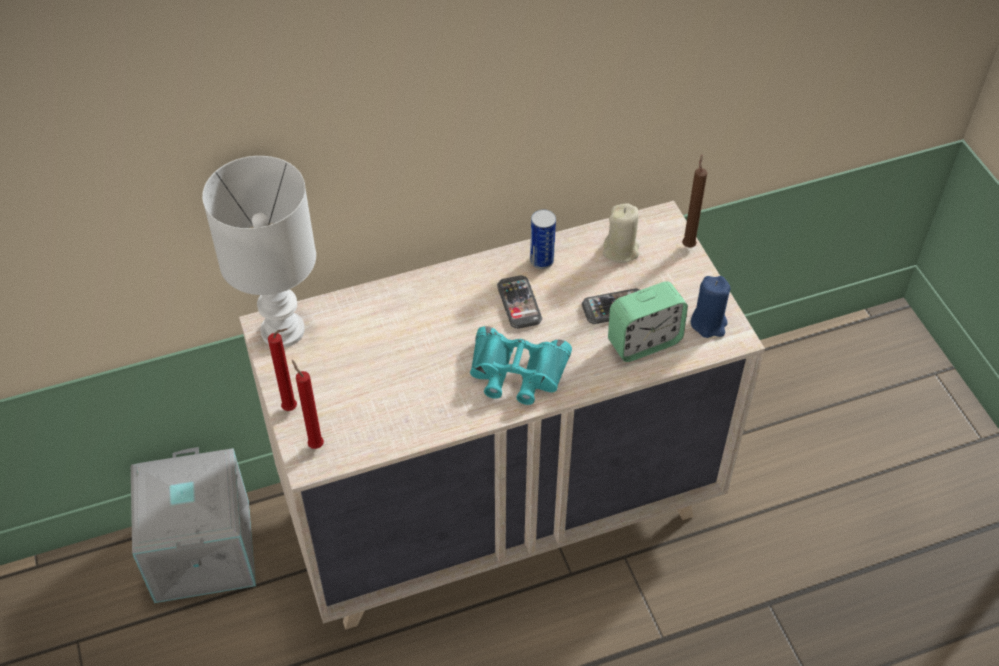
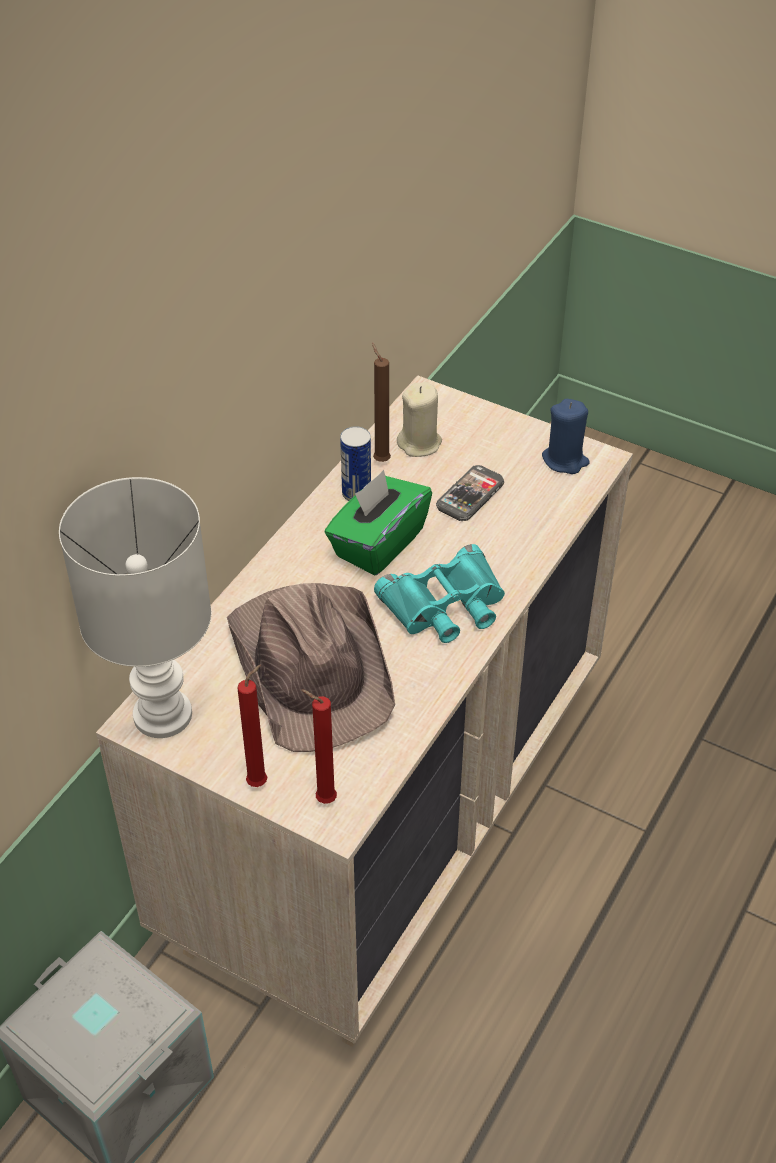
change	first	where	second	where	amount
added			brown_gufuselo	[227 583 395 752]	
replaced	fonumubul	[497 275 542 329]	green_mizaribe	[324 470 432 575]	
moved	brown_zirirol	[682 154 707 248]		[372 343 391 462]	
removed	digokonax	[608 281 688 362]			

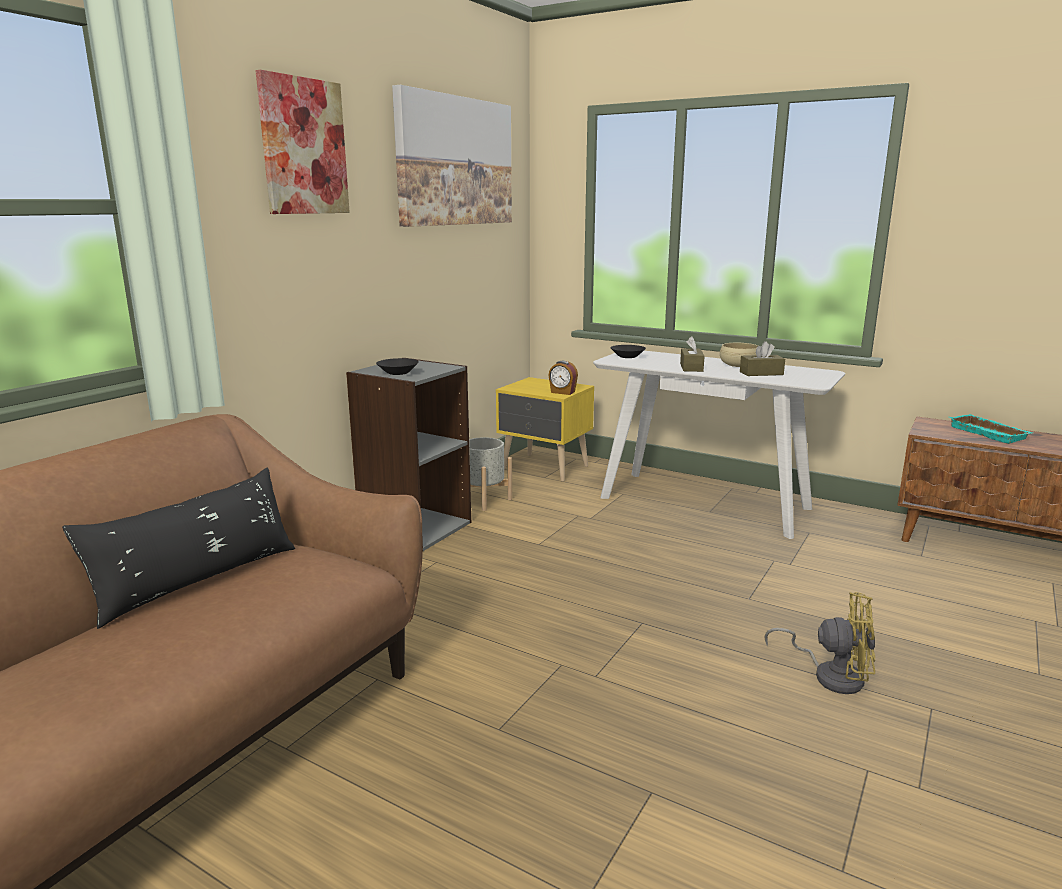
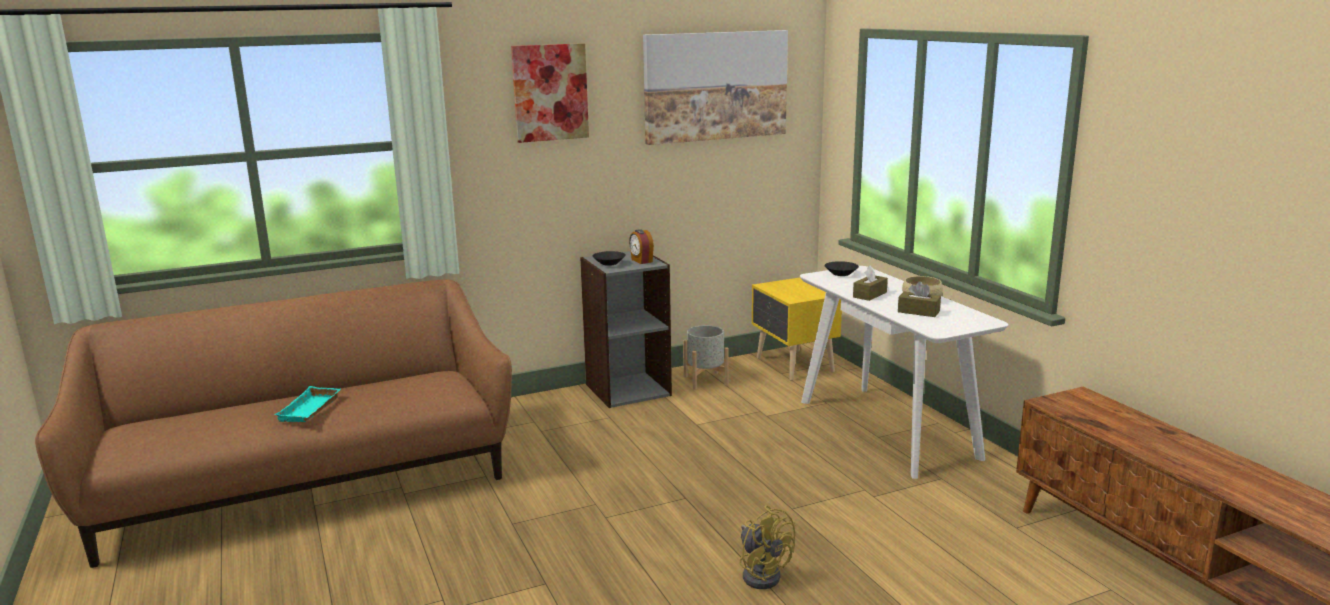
change	first	where	second	where	amount
moved	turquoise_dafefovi	[950 414 1032 444]		[274 386 341 422]	
moved	digokonax	[548 361 578 395]		[629 229 654 264]	
removed	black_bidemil	[62 467 295 629]			

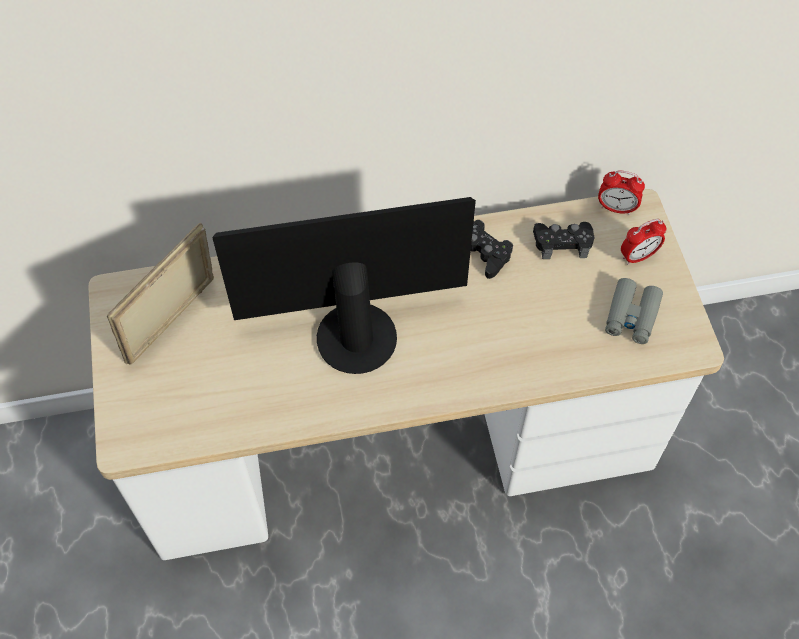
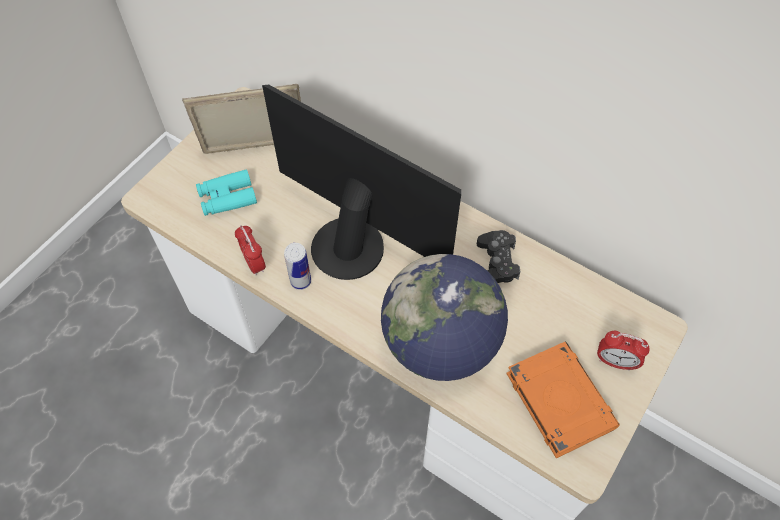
change	first	where	second	where	amount
added			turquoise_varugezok	[196 169 257 216]	
moved	digokonax	[598 170 645 215]		[235 225 266 275]	
added			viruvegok	[284 243 311 290]	
added			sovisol	[381 254 508 381]	
replaced	grey_varugezok	[605 278 663 344]	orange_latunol	[506 342 620 458]	
removed	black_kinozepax	[533 222 594 259]			

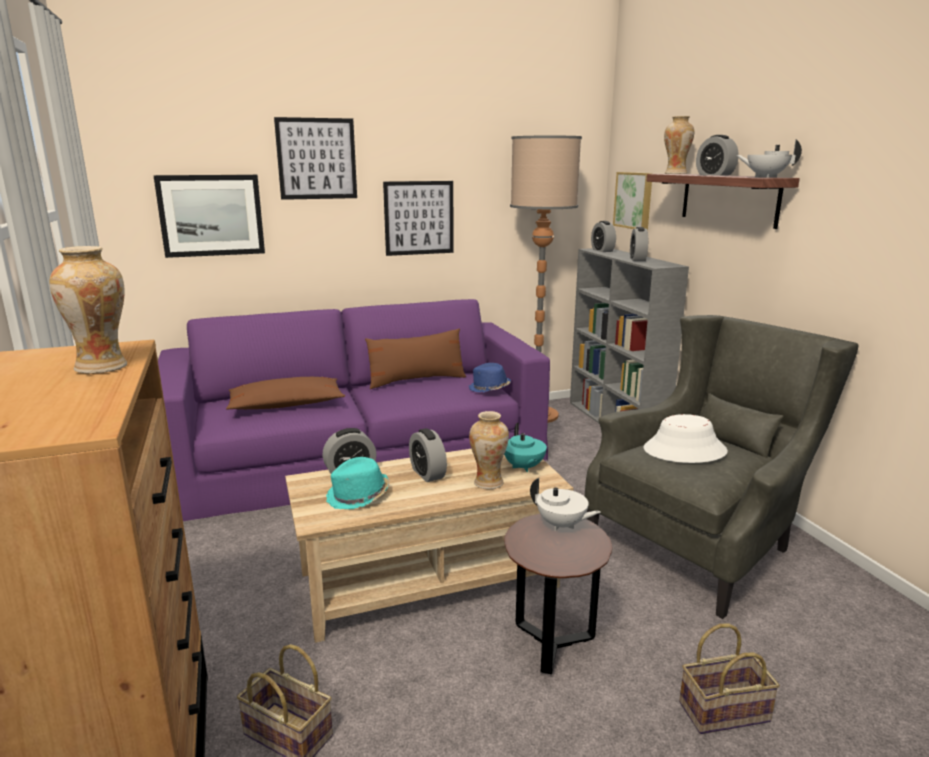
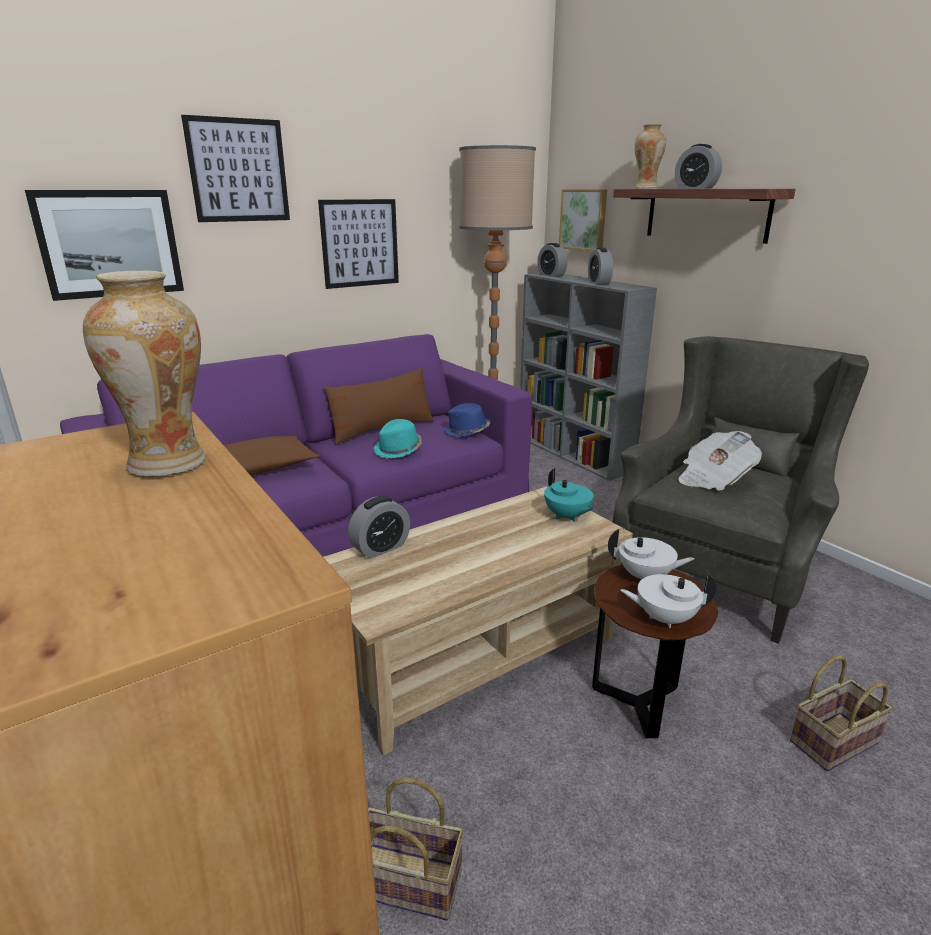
change	first	where	second	where	amount
moved	turquoise_gufuselo	[326 457 390 509]		[373 419 422 459]	
moved	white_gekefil	[736 140 802 178]		[620 573 716 628]	
replaced	white_gufuselo	[643 414 728 463]	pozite	[678 431 762 491]	
removed	digokonax	[409 428 447 482]			
removed	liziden	[469 411 509 489]			

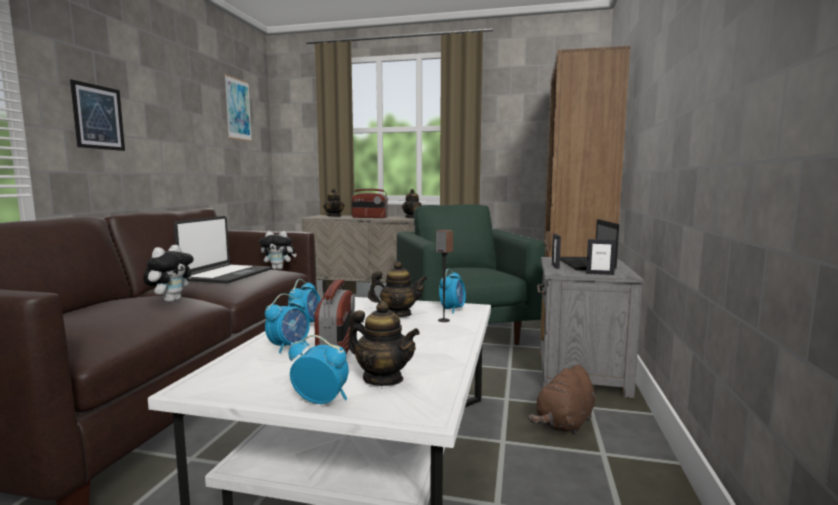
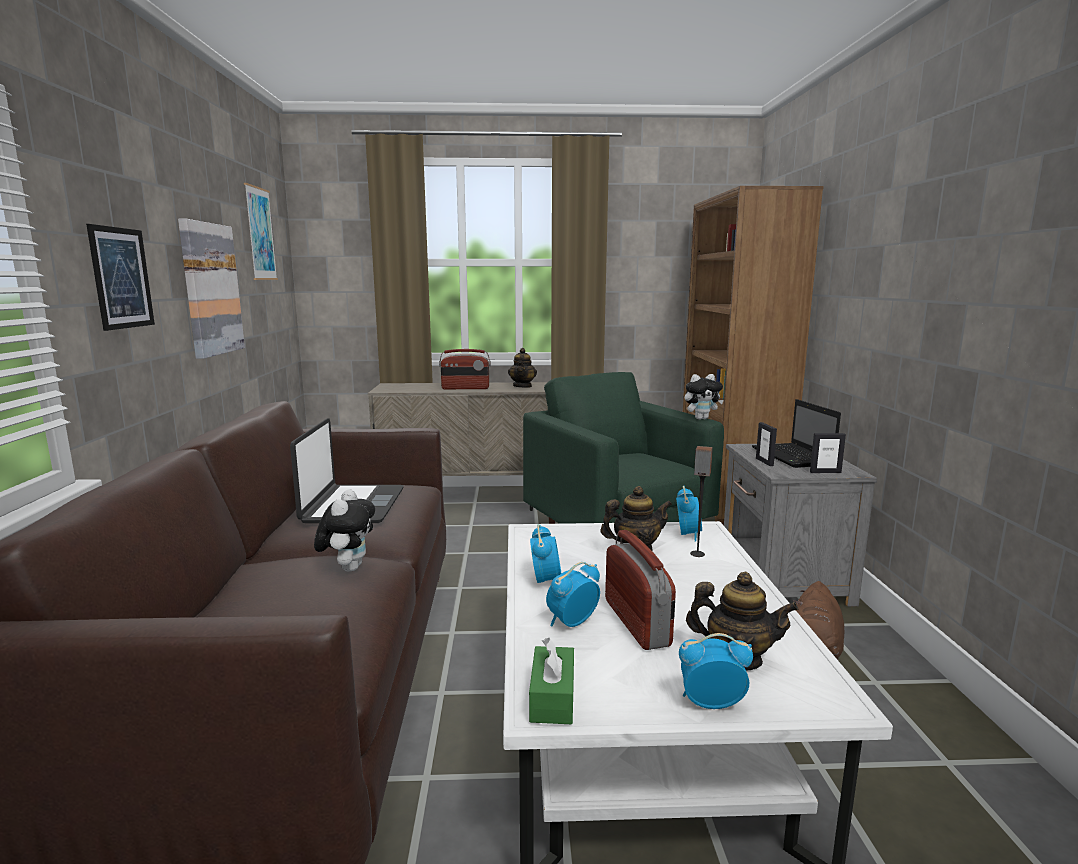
change	first	where	second	where	amount
added			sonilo	[178 218 245 359]	
added			green_mizaribe	[529 638 574 724]	
turned	digokonax	[265 293 310 353]		[546 562 600 627]	150 degrees counterclockwise
moved	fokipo	[259 231 297 270]		[685 374 724 420]	
removed	gekefil	[323 188 344 217]			

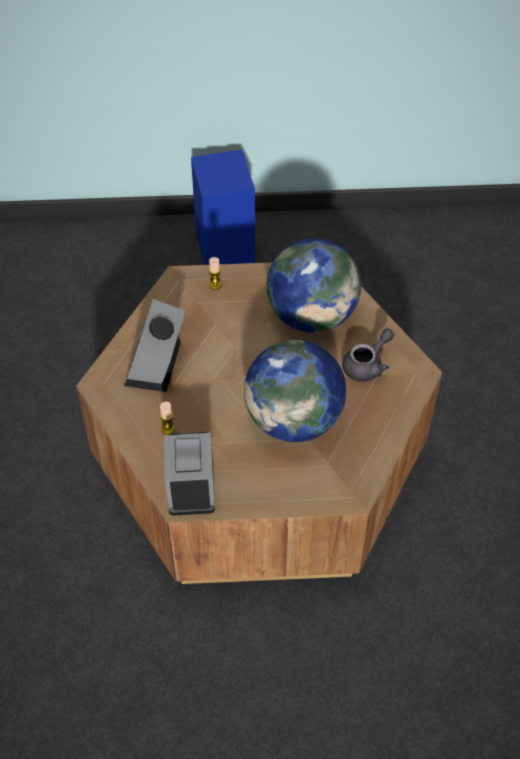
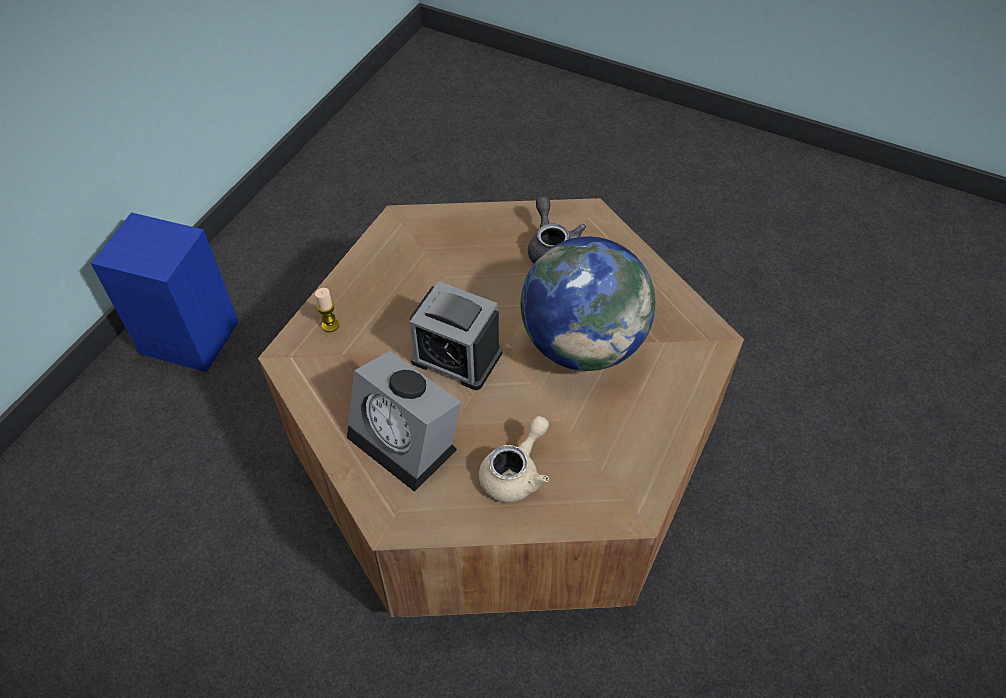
change	first	where	second	where	amount
moved	digokonax	[164 432 215 516]		[410 281 502 390]	
replaced	zirirol	[159 401 175 435]	beige_gekefil	[479 416 549 503]	
removed	sovisol	[266 238 361 333]			

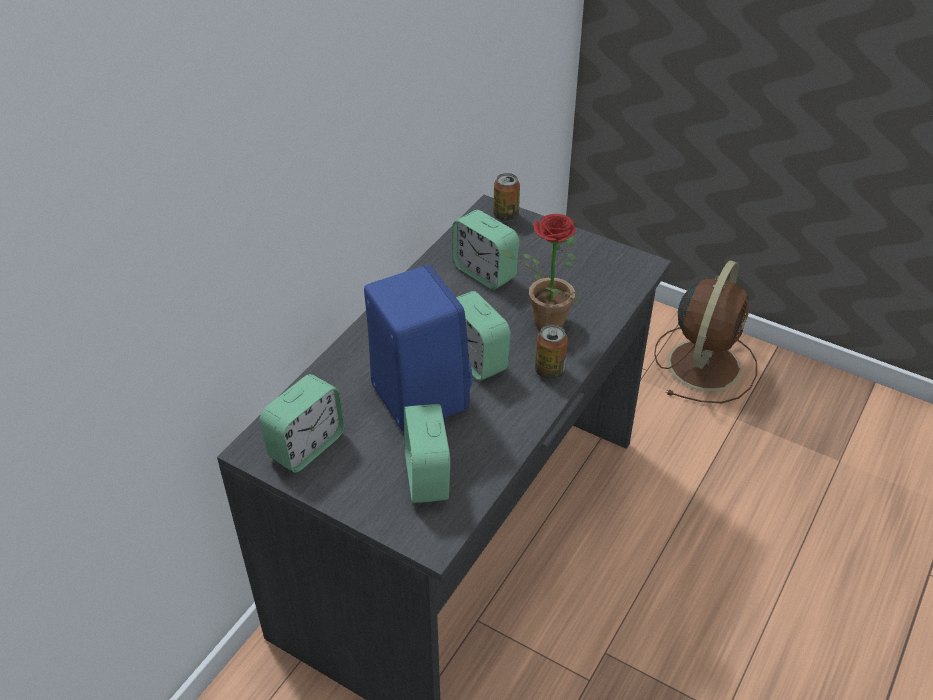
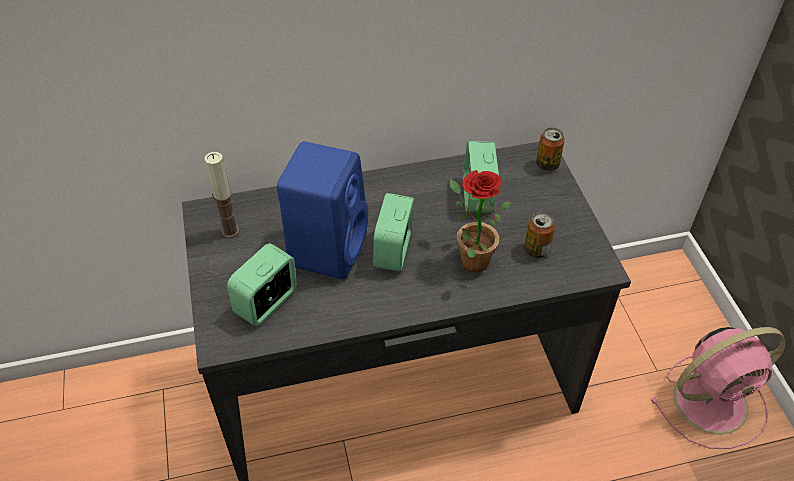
change	first	where	second	where	amount
replaced	digokonax	[260 374 345 472]	zirirol	[204 152 239 238]	
moved	viruvegok	[535 324 568 379]		[524 212 555 258]	
recoloured	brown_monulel	[654 260 757 403]	pink_monulel	[651 327 786 449]	

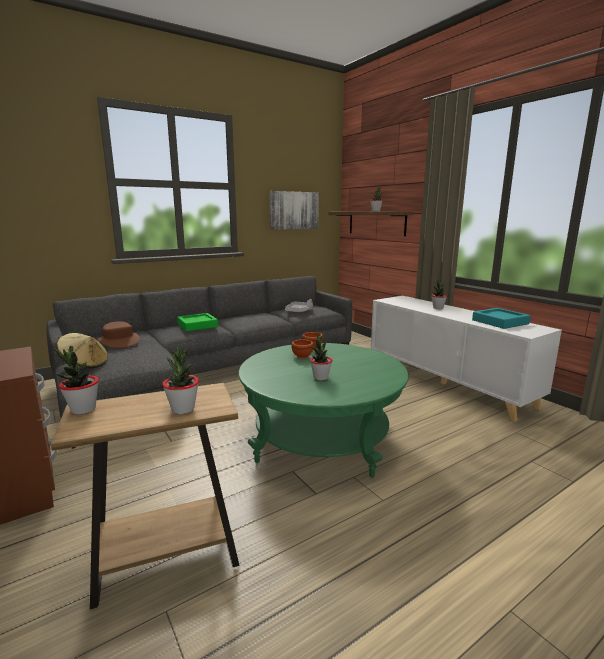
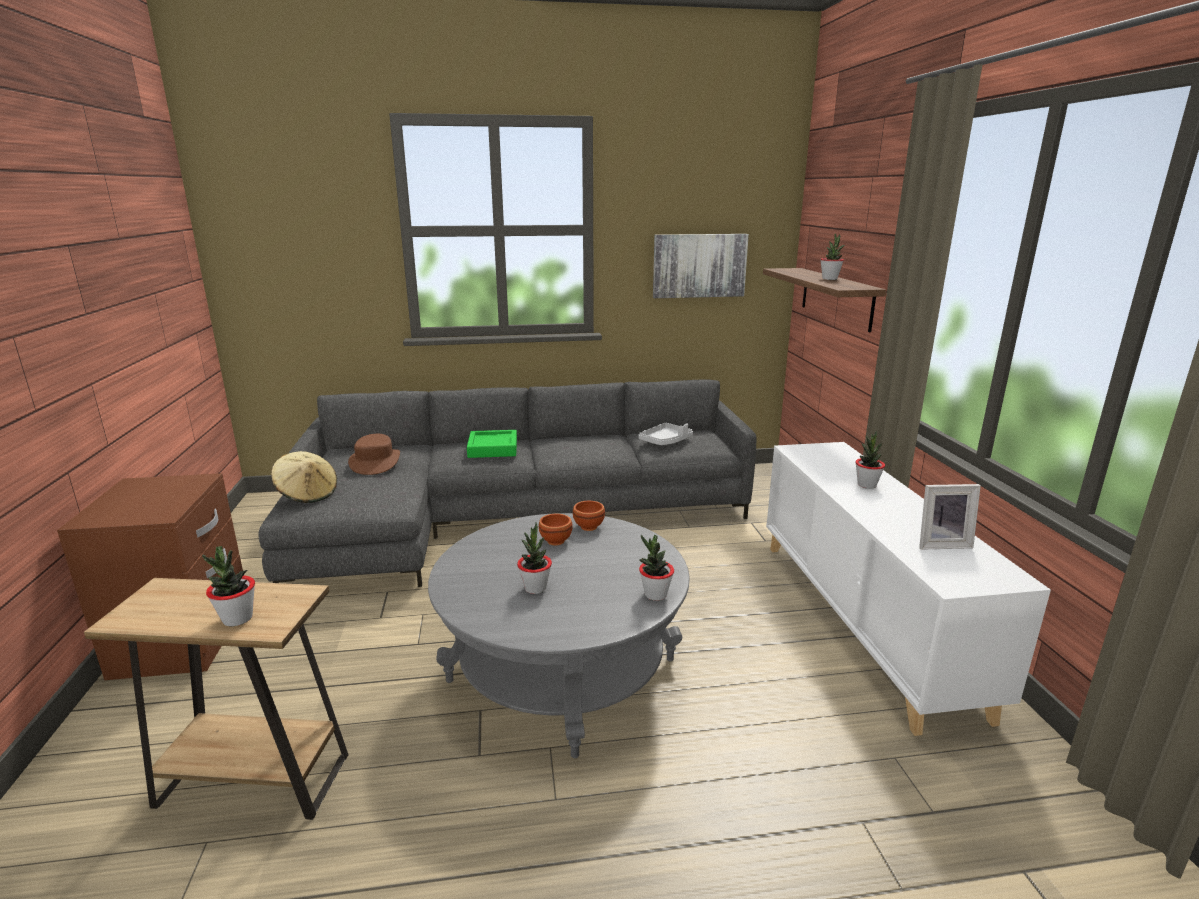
change	first	where	second	where	amount
recoloured	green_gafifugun	[239 343 409 478]	grey_gafifugun	[428 513 690 758]	
moved	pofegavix	[54 346 99 415]		[639 535 674 601]	
replaced	turquoise_dafefovi	[472 308 530 329]	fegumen	[919 484 981 550]	

